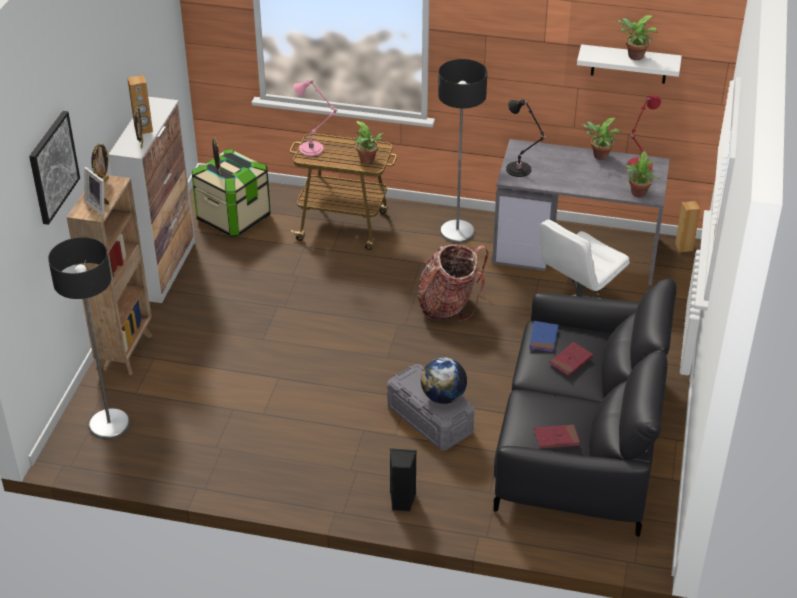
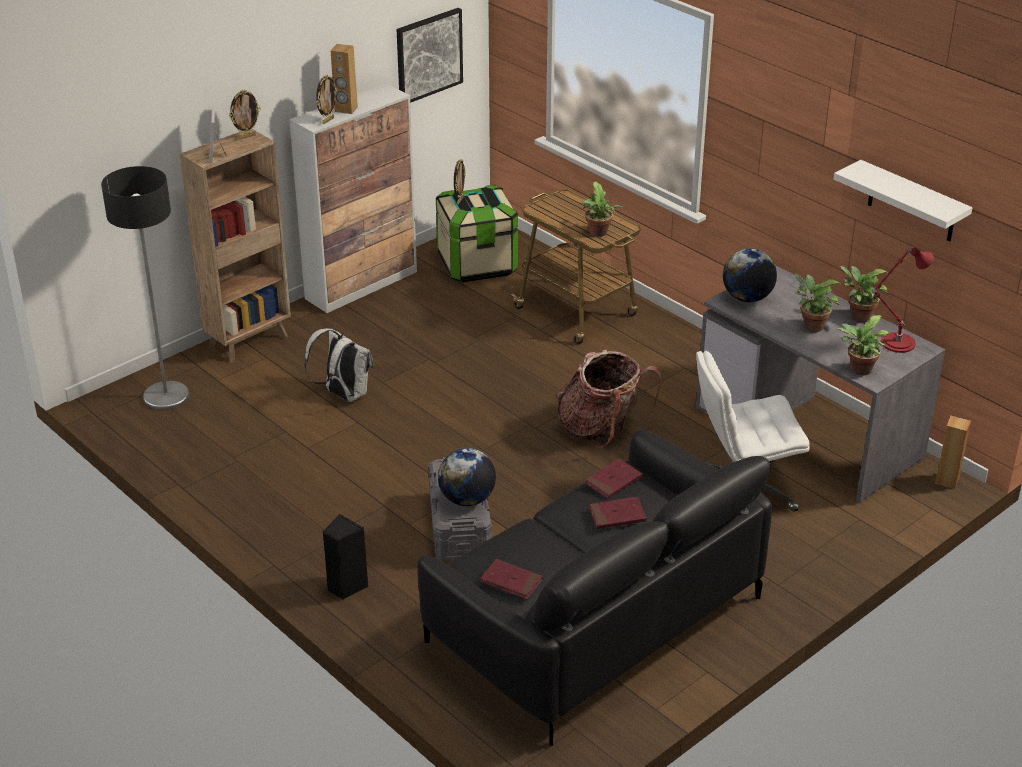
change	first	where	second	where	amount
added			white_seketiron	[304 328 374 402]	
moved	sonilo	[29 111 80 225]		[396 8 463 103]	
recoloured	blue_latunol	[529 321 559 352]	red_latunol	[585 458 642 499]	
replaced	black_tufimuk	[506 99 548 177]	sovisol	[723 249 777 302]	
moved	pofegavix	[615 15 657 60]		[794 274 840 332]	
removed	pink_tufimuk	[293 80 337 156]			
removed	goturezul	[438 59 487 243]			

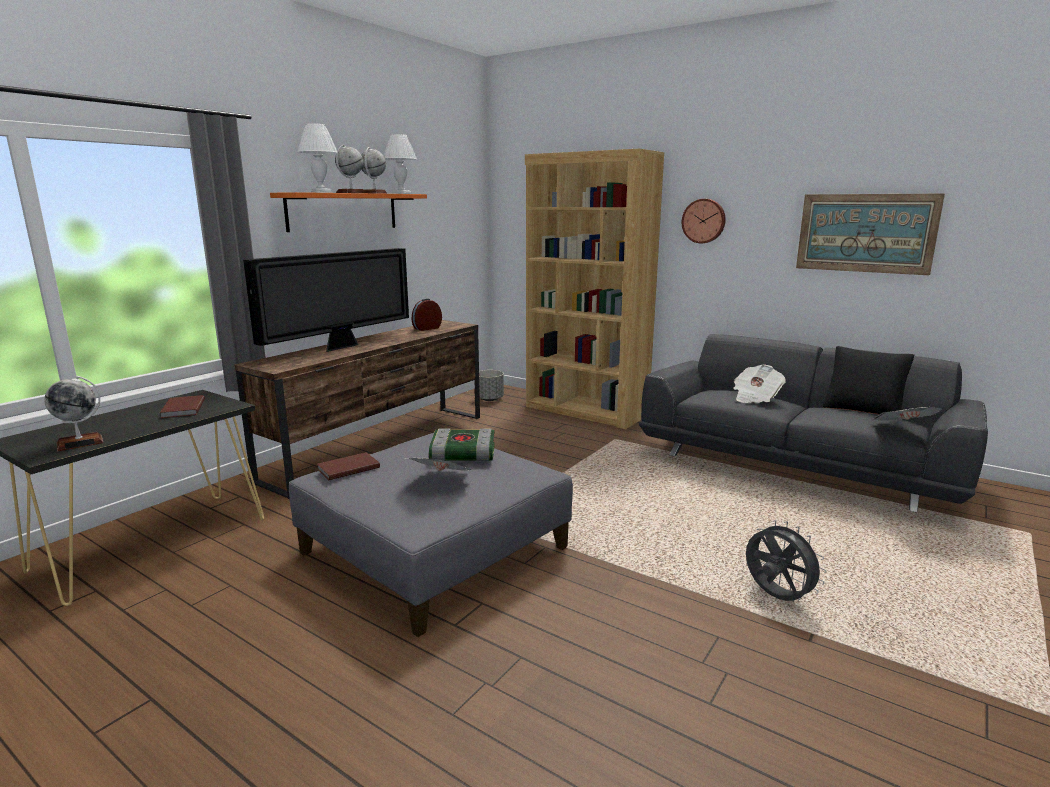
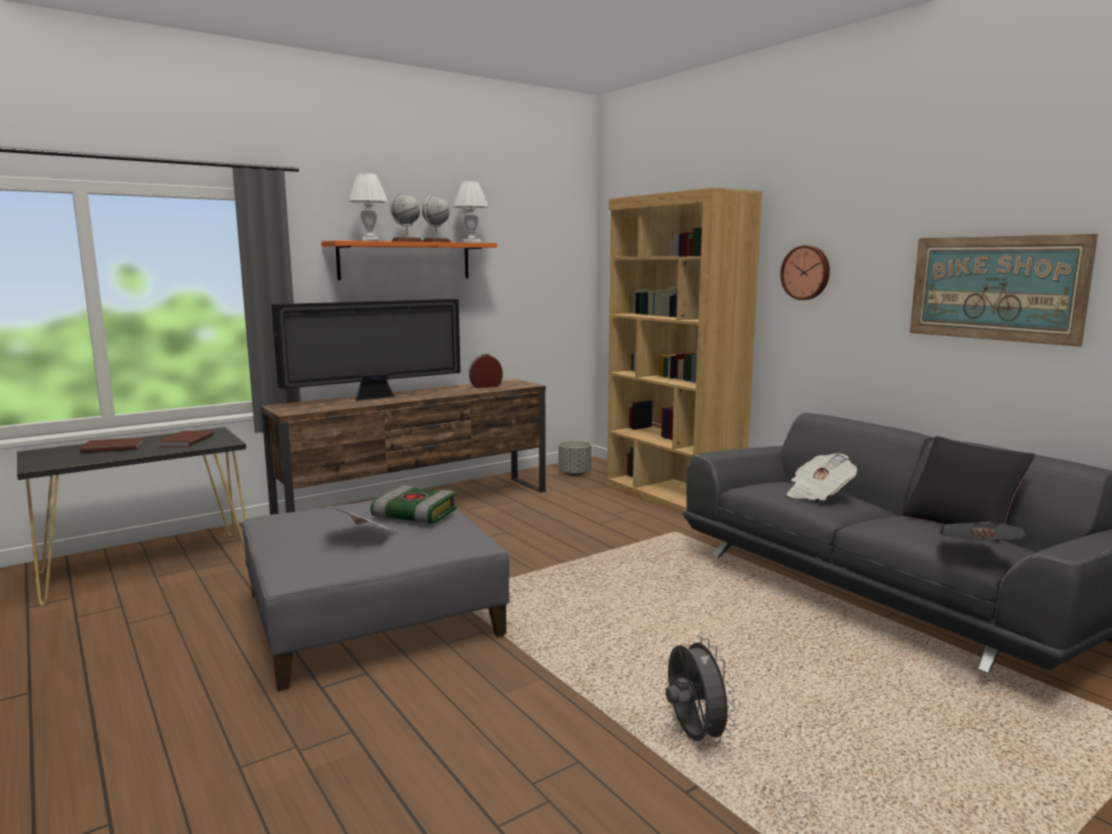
change	first	where	second	where	amount
moved	brown_latunol	[317 452 380 480]		[80 437 144 453]	
removed	sovisol	[44 376 104 451]			

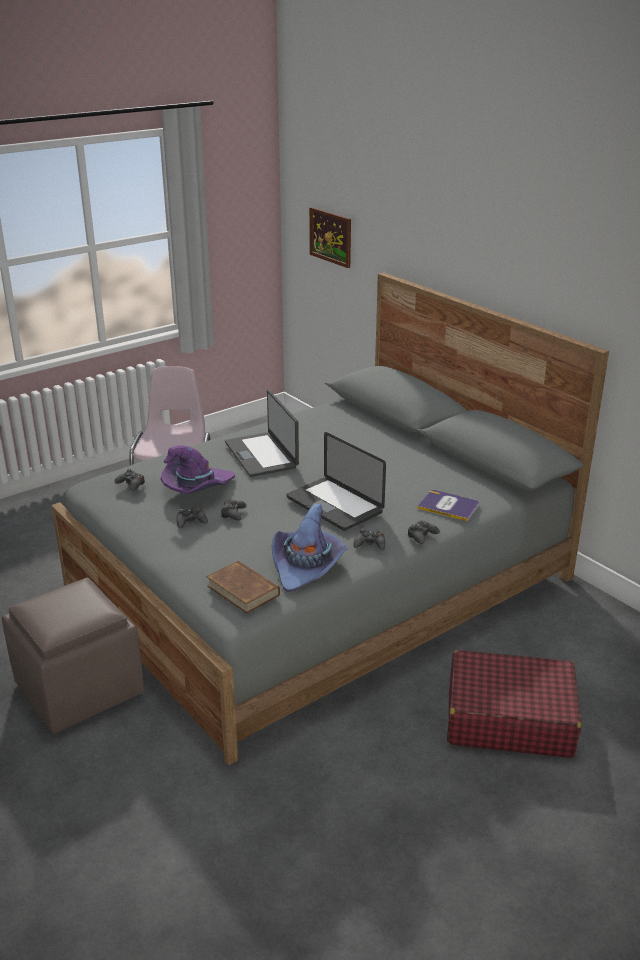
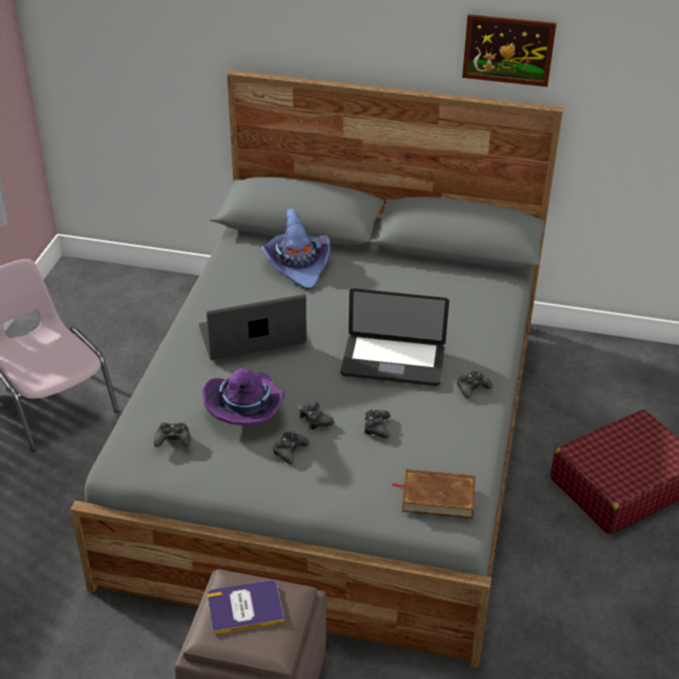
change	first	where	second	where	amount
turned	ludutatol	[225 390 299 477]		[199 294 307 360]	135 degrees clockwise
moved	latunol	[417 490 479 521]		[207 580 285 634]	
moved	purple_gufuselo	[271 503 347 592]		[261 209 330 290]	
moved	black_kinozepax	[408 520 440 544]		[364 409 390 438]	
moved	sonilo	[309 207 351 268]		[462 14 556 87]	

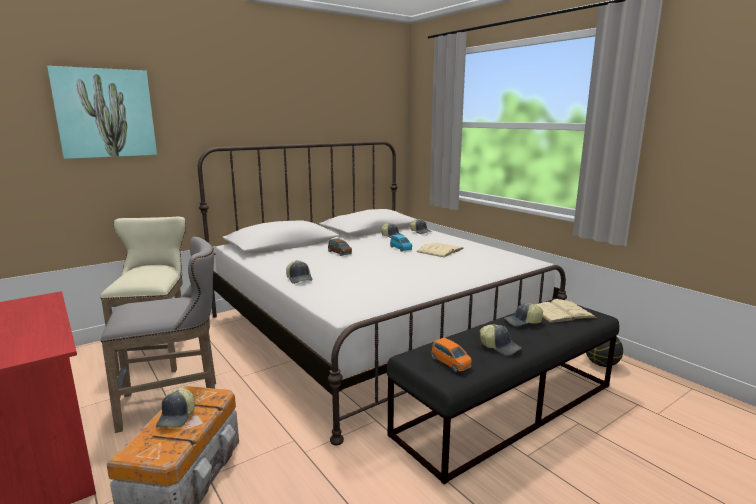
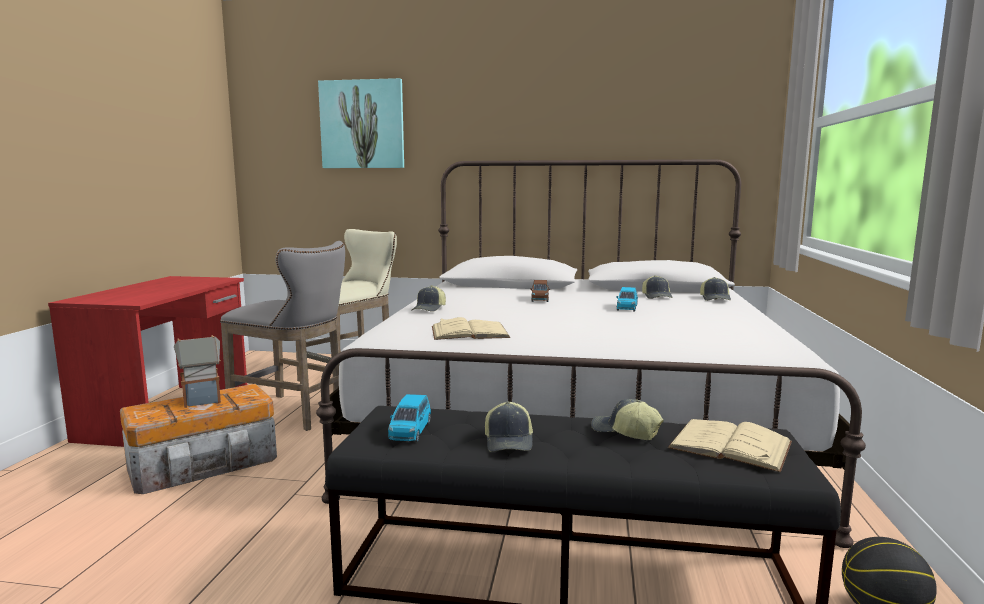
change	first	where	second	where	amount
replaced	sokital	[156 388 195 428]	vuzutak	[174 335 221 408]	
recoloured	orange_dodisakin	[431 338 472 372]	blue_dodisakin	[388 394 431 442]	
moved	beige_latunol	[417 243 464 257]		[432 317 510 340]	

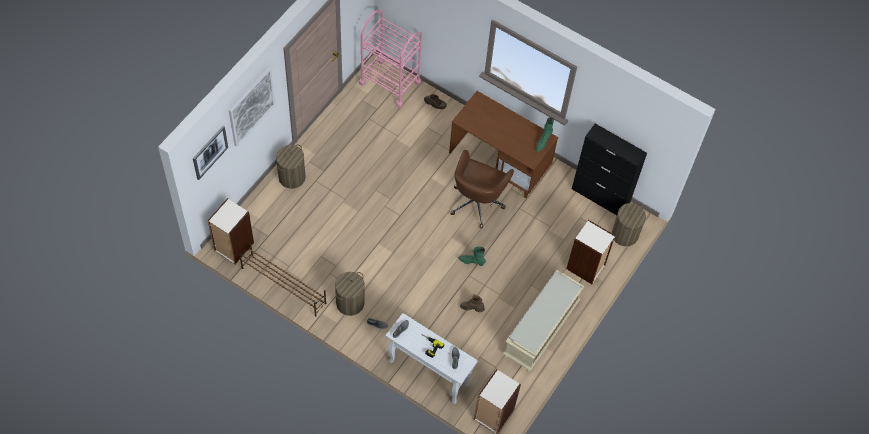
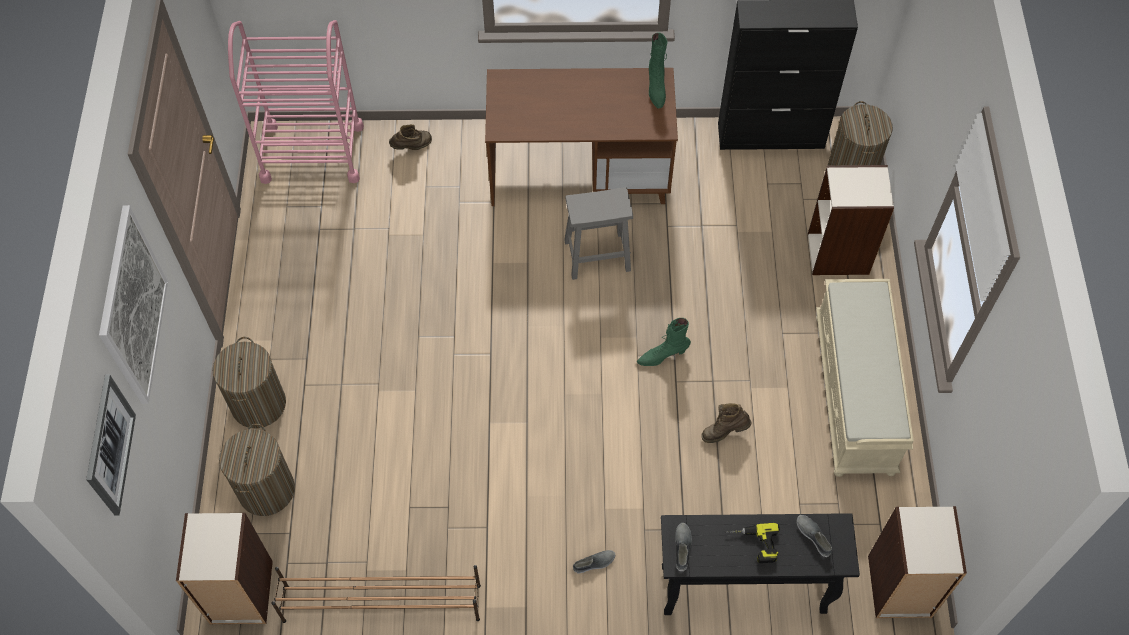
change	first	where	second	where	amount
moved	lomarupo	[335 272 365 316]		[219 424 295 516]	
replaced	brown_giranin	[451 150 514 229]	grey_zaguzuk	[564 187 633 280]	
recoloured	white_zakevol	[385 313 478 404]	black_zakevol	[661 513 860 615]	

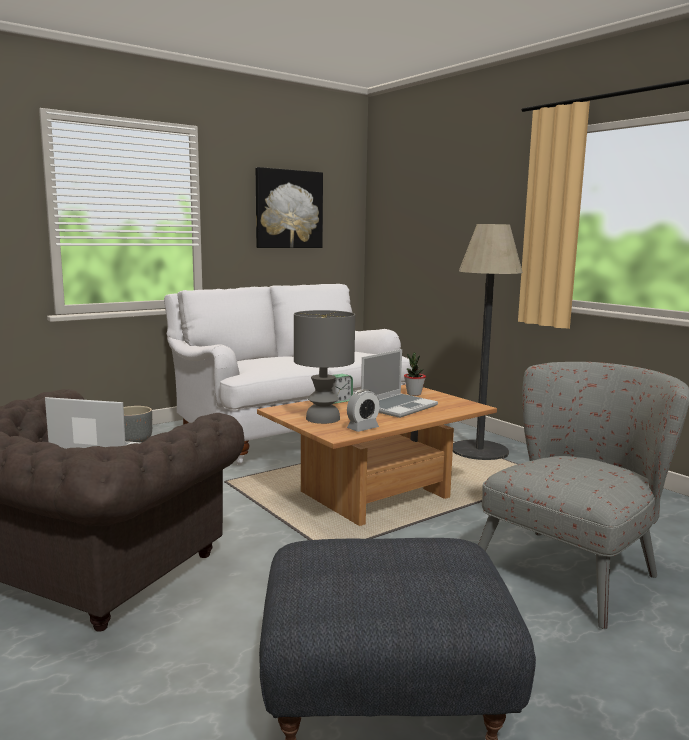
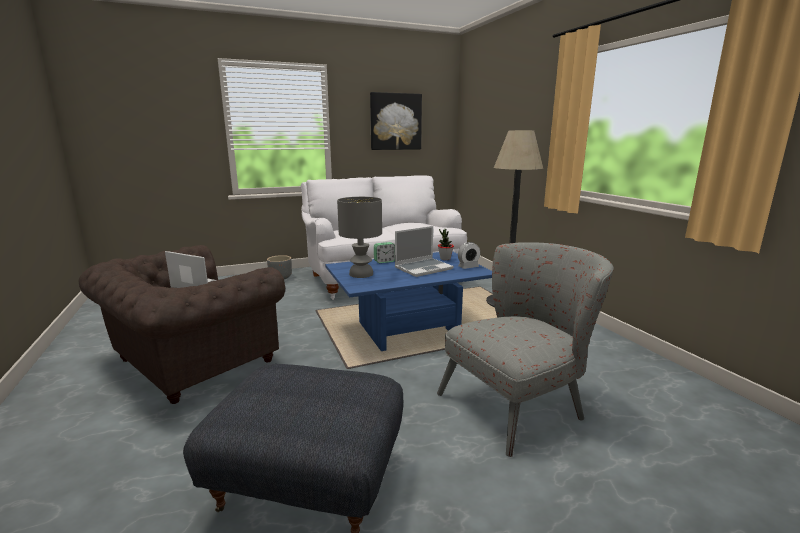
change	first	where	second	where	amount
recoloured	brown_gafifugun	[257 385 497 526]	blue_gafifugun	[325 252 492 351]	
moved	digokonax	[347 389 380 432]		[458 242 480 269]	

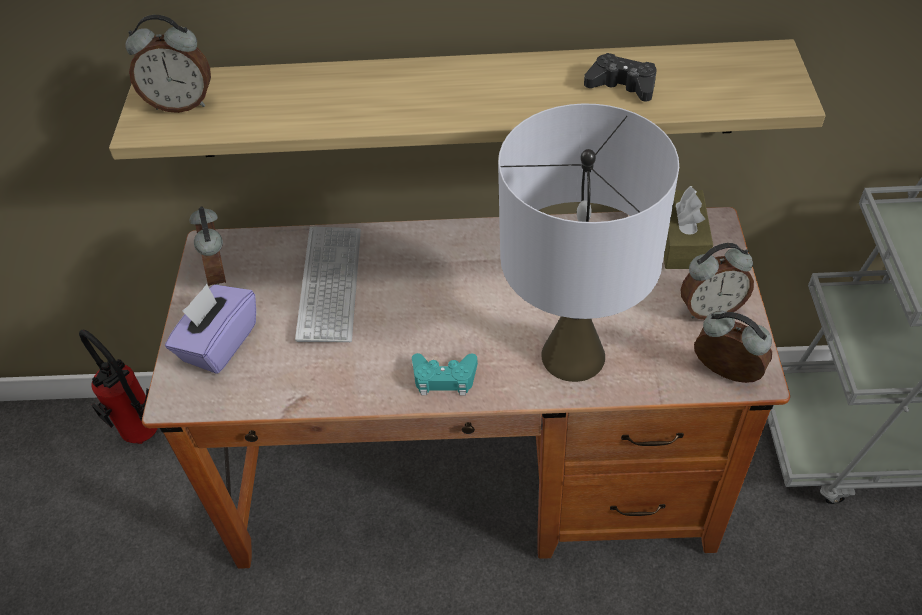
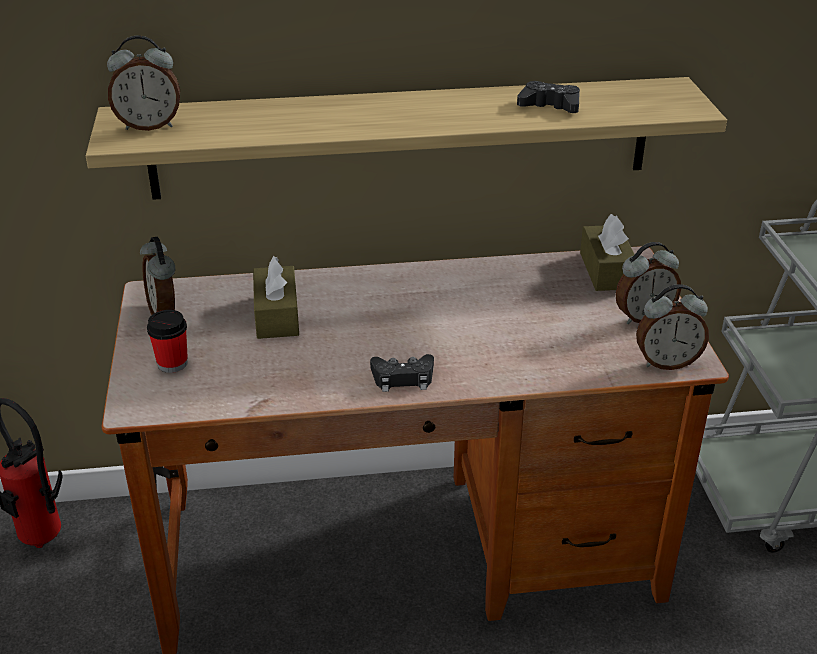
change	first	where	second	where	amount
replaced	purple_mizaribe	[165 284 256 374]	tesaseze	[147 310 188 373]	
replaced	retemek	[295 226 361 342]	brown_mizaribe	[253 256 299 339]	
recoloured	turquoise_kinozepax	[412 353 478 395]	black_kinozepax	[370 354 434 392]	
turned	digokonax	[694 311 772 383]		[636 284 709 370]	150 degrees clockwise
removed	grey_tufimuk	[498 103 679 382]			

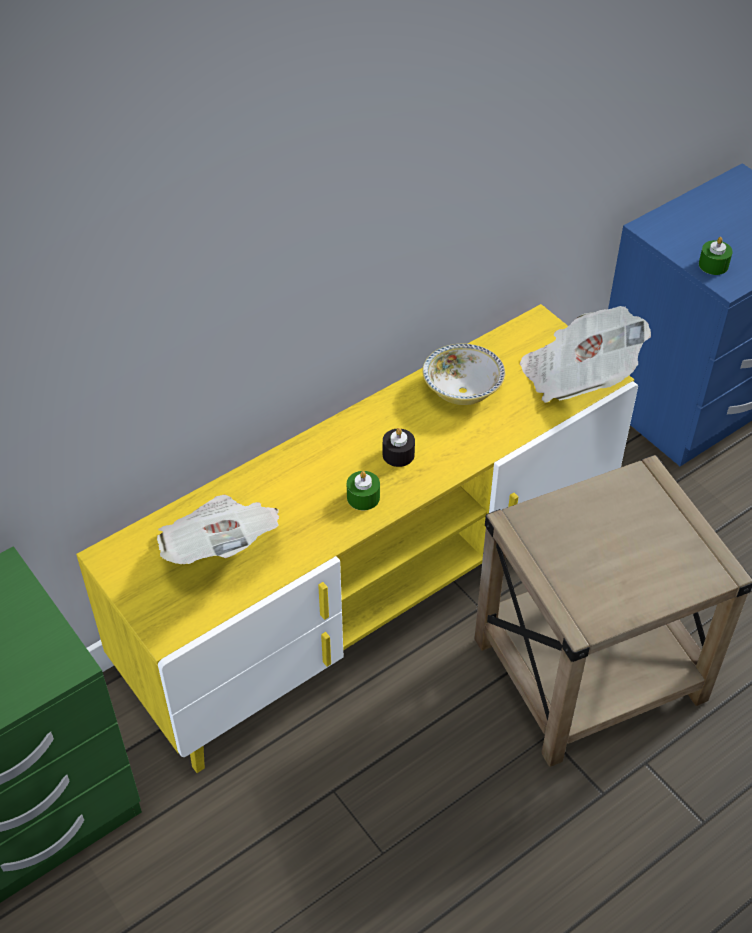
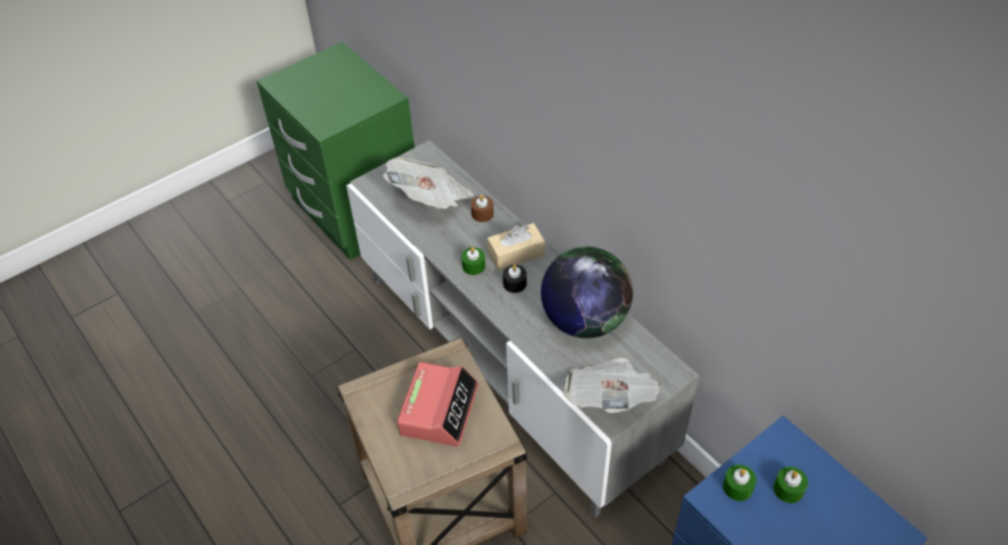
change	first	where	second	where	amount
recoloured	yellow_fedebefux	[76 304 638 773]	grey_fedebefux	[346 140 699 518]	
added			digokonax	[397 362 479 447]	
added			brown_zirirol	[471 195 494 222]	
added			beige_mizaribe	[487 223 545 271]	
replaced	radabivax	[422 344 505 405]	sovisol	[541 247 633 338]	
added			green_zirirol	[773 467 808 503]	

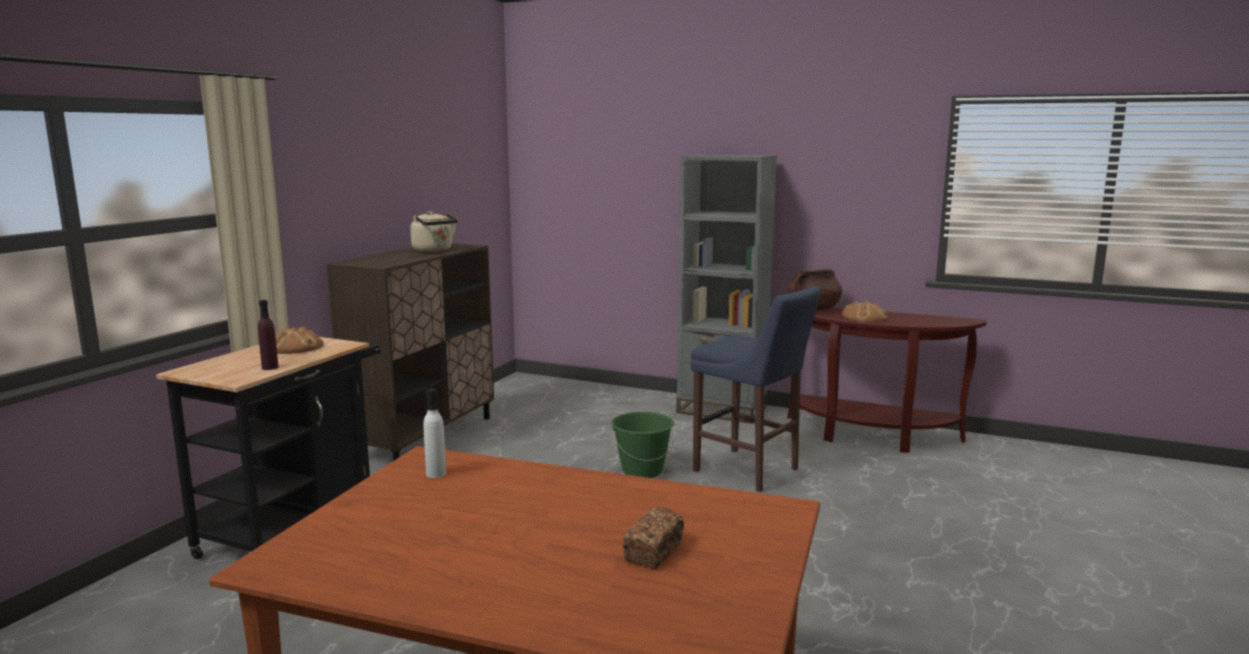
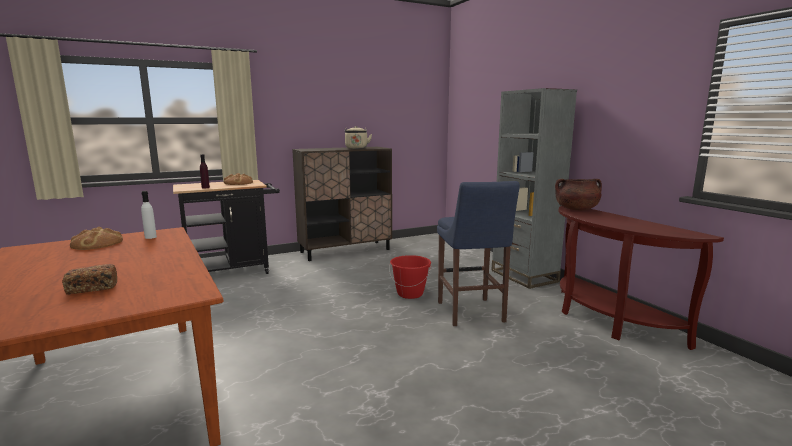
change	first	where	second	where	amount
moved	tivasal	[842 301 888 322]		[70 227 123 250]	
recoloured	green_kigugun	[611 412 675 478]	red_kigugun	[389 255 431 299]	

